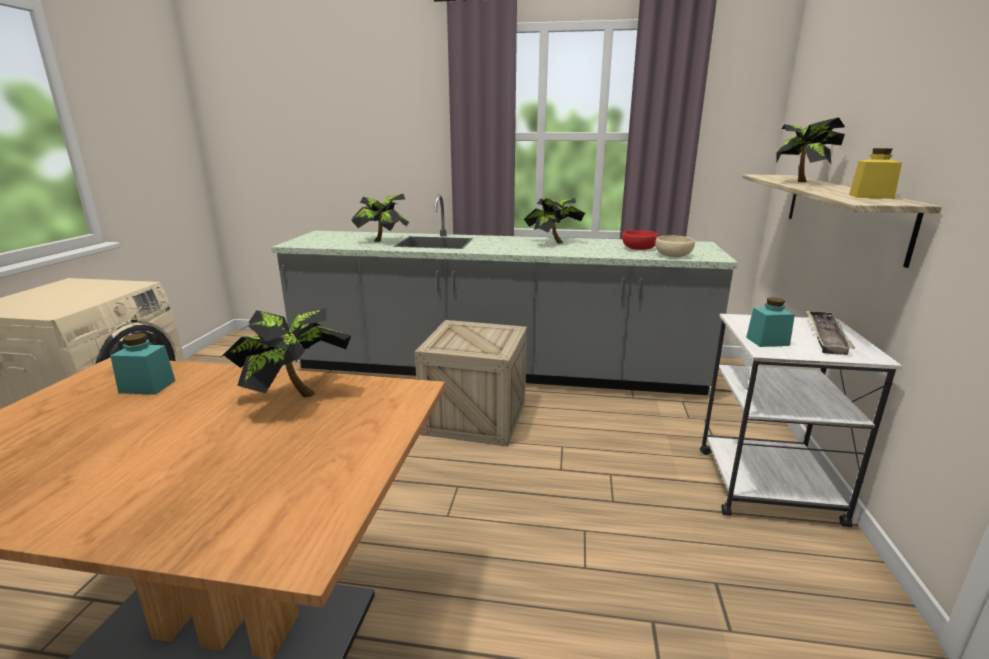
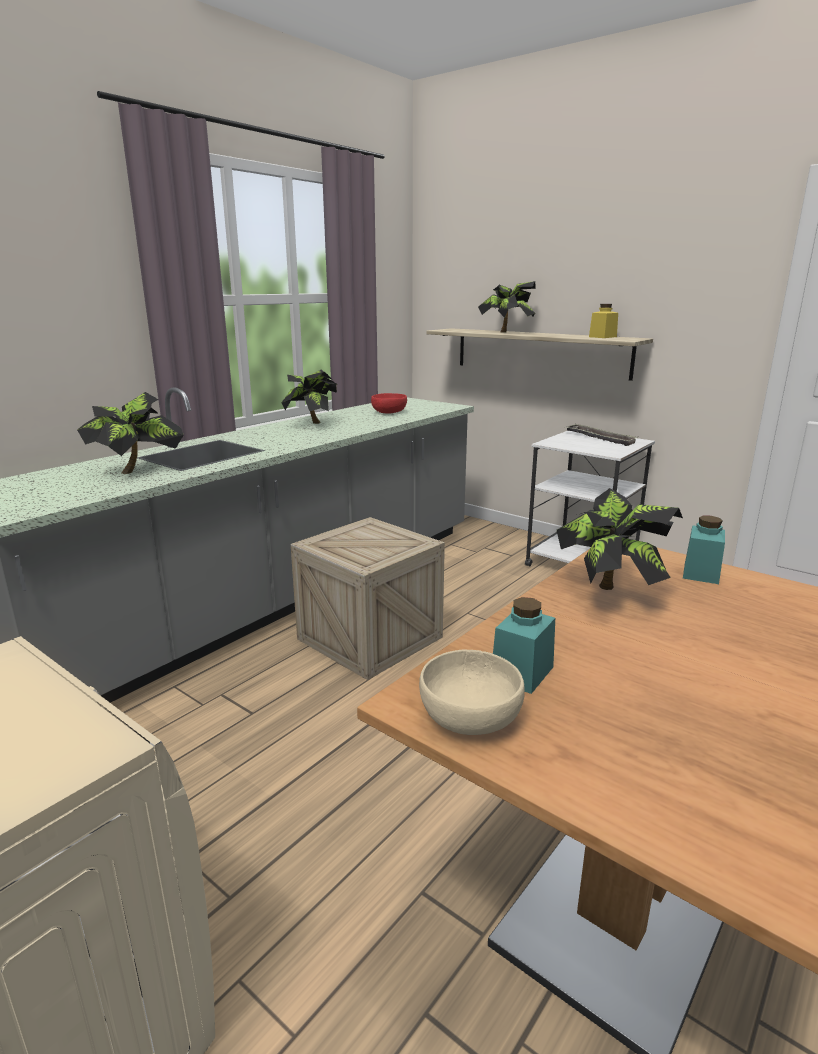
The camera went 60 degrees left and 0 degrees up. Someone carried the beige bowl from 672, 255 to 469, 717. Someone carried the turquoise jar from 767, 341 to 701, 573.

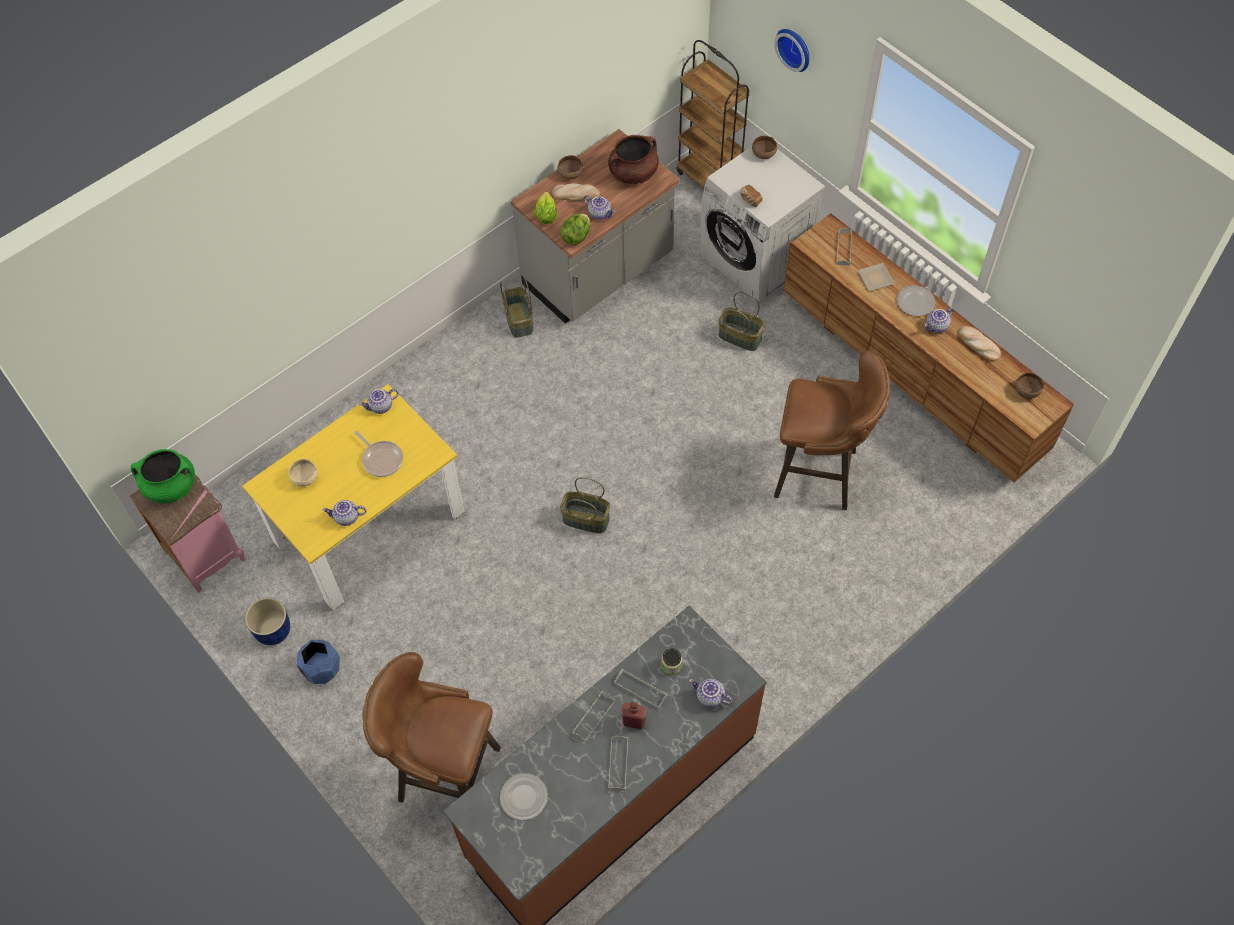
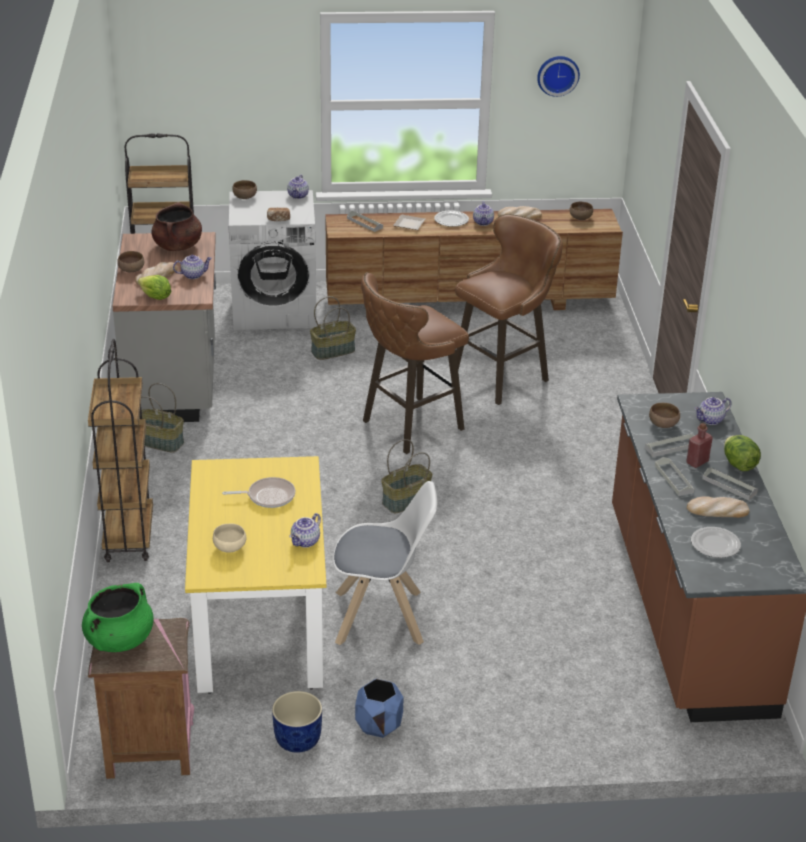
The camera went 55 degrees left and 25 degrees down. Someone carried the teapot from 381, 407 to 298, 196. Someone carried the brown stool from 444, 773 to 409, 426. Someone carried the lettuce from 576, 237 to 739, 464. Someone swapped the jar at 671, 665 for the brown bowl at 663, 424. Someone carried the wall clock from 795, 48 to 557, 74. Someone put down the brown cart at 128, 538. Someone put down the chair at 382, 618. Someone put down the bread at 717, 511.

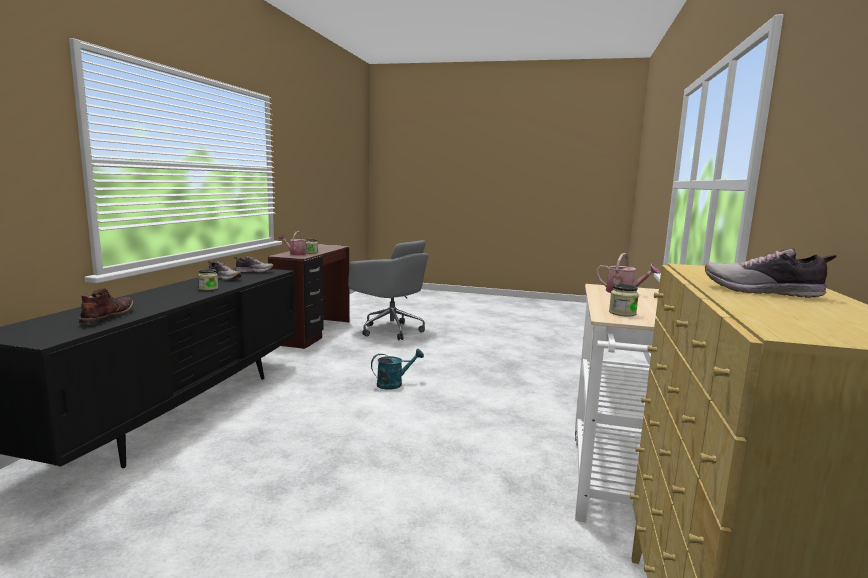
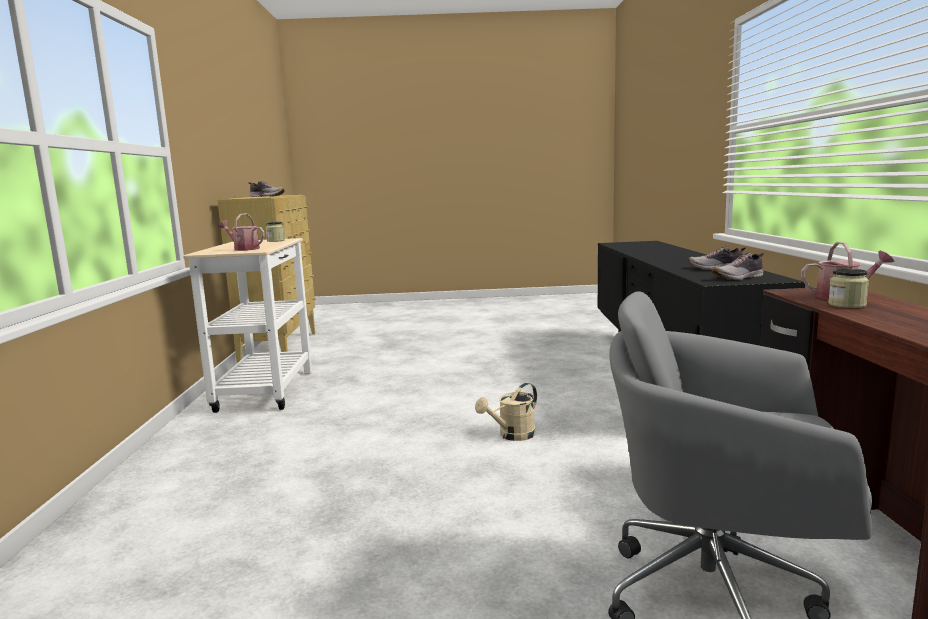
The camera went 165 degrees right and 0 degrees up. Someone took away the brown boot at 107, 317. Someone took away the jar at 208, 288. Someone repainted the turquoise watering can at 394, 384, which became the beige watering can at 512, 436.

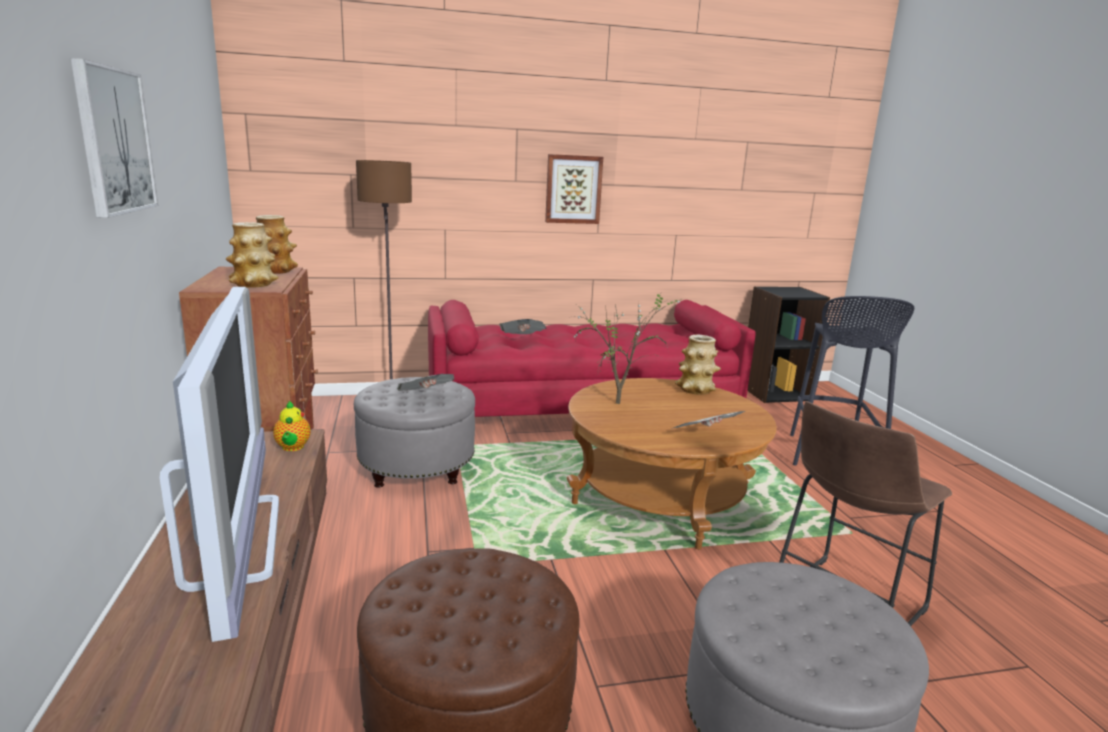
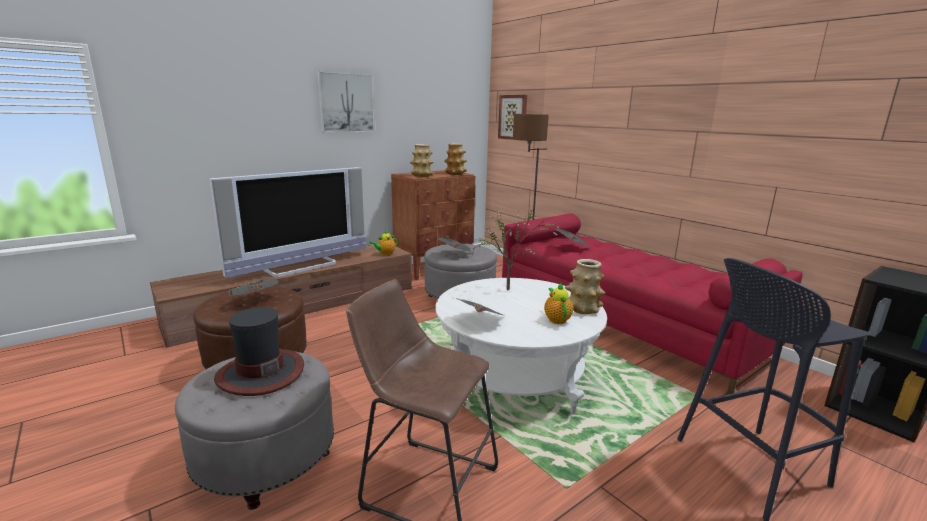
The camera went 65 degrees right and 0 degrees up. Someone carried the picture from 573, 189 to 513, 117. Someone repainted the brown coffee table at 661, 497, which became the white coffee table at 515, 376. Someone put down the hat at 260, 373. Someone put down the newspaper at 255, 300. Someone put down the teapot at 556, 319.

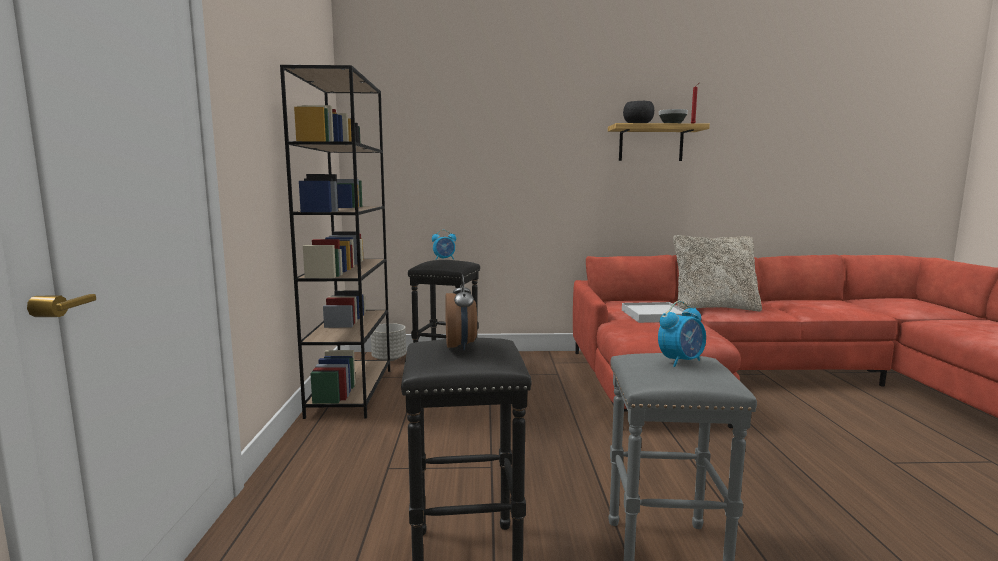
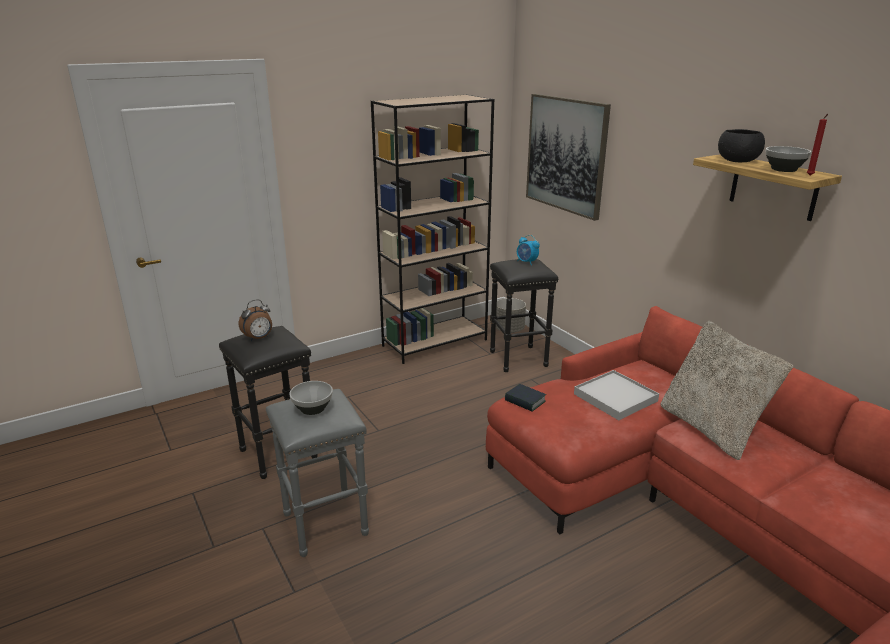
The camera went 60 degrees right and 15 degrees up. Someone swapped the alarm clock at 681, 361 for the bowl at 313, 408. Someone put down the book at 525, 401. Someone put up the picture at 566, 155.

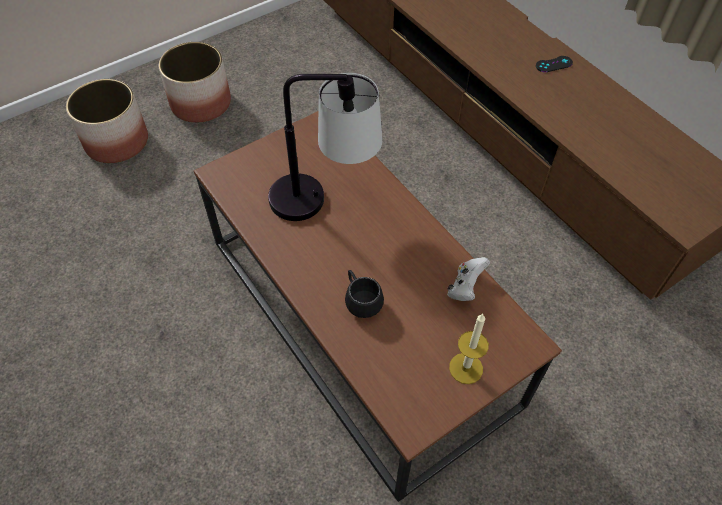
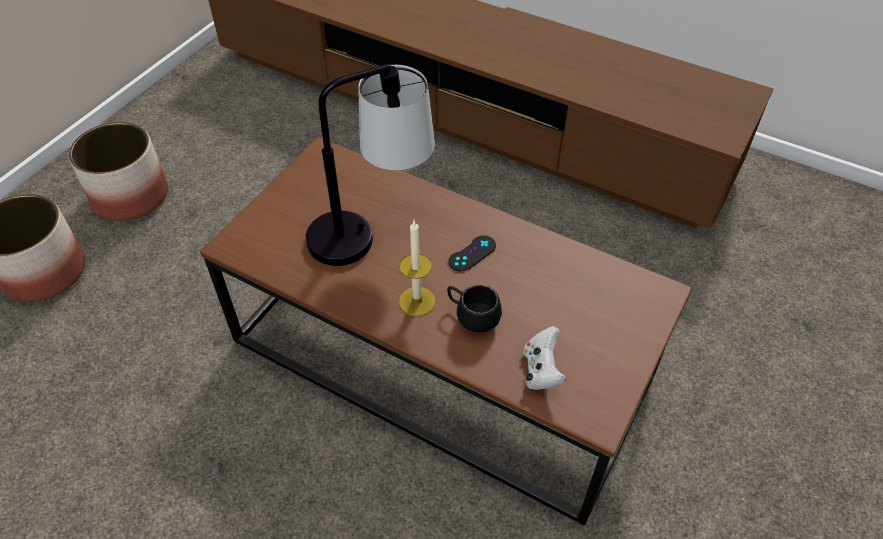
The camera went 25 degrees left and 5 degrees down. Someone carried the white game controller from 465, 287 to 541, 370. Someone carried the candle from 466, 368 to 417, 301. Someone carried the black game controller from 554, 64 to 472, 253.

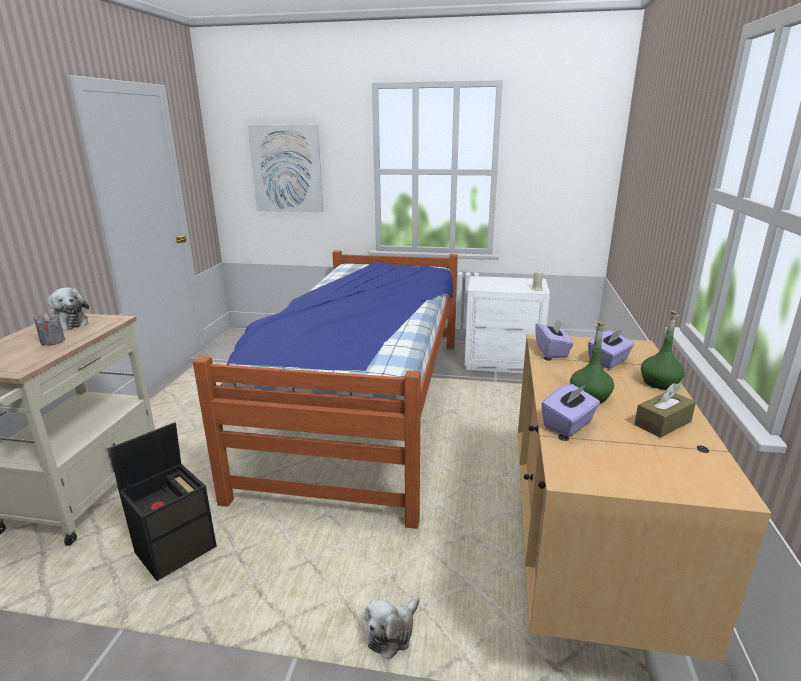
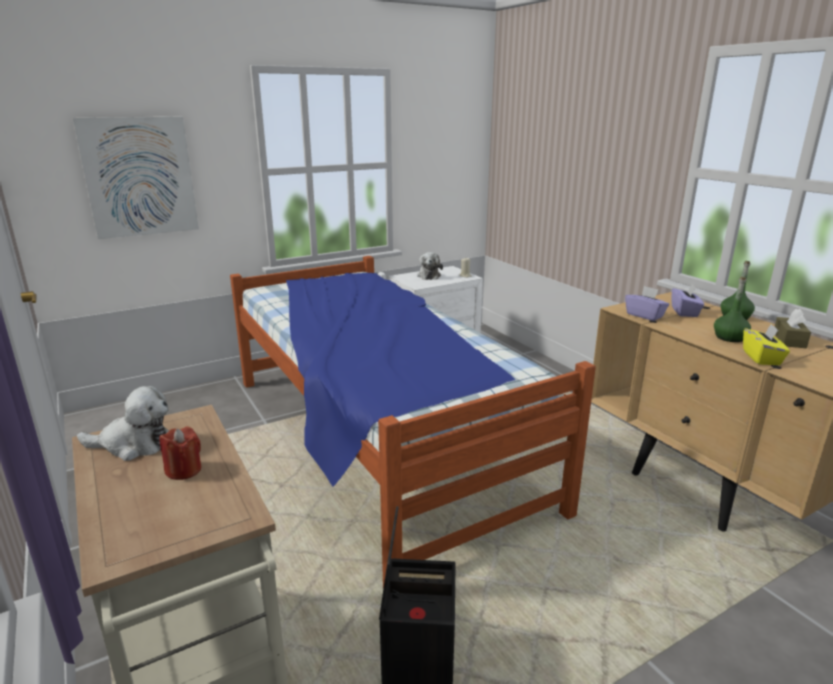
The camera went 40 degrees left and 0 degrees up. Someone repainted the grey candle at 53, 341, which became the red candle at 184, 470. Someone carried the plush toy from 392, 633 to 429, 276. Someone repainted the purple tissue box at 568, 424, which became the yellow tissue box at 762, 358.

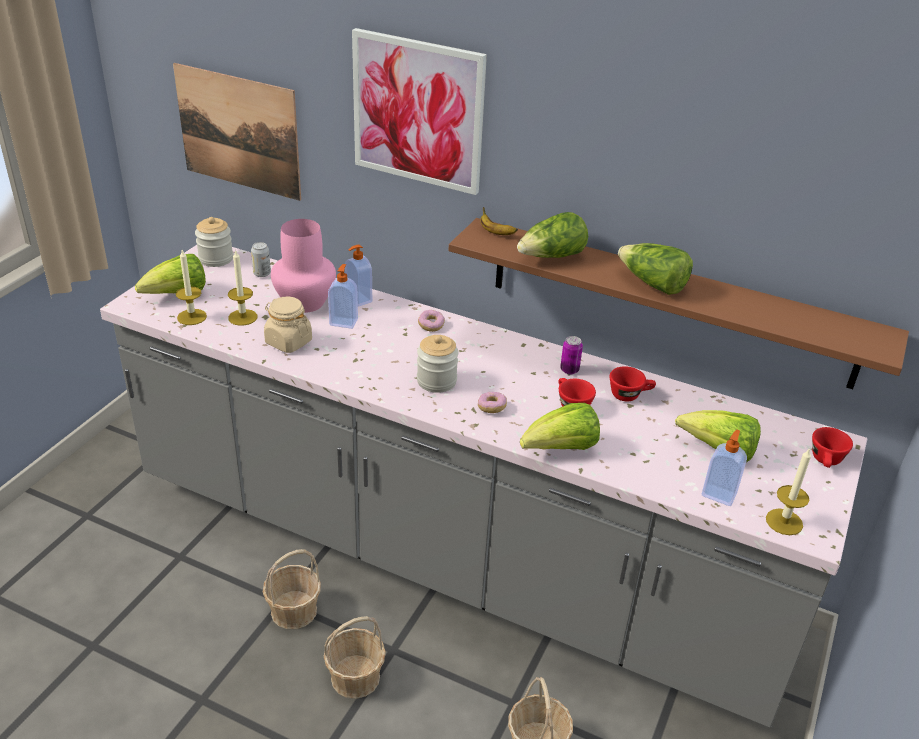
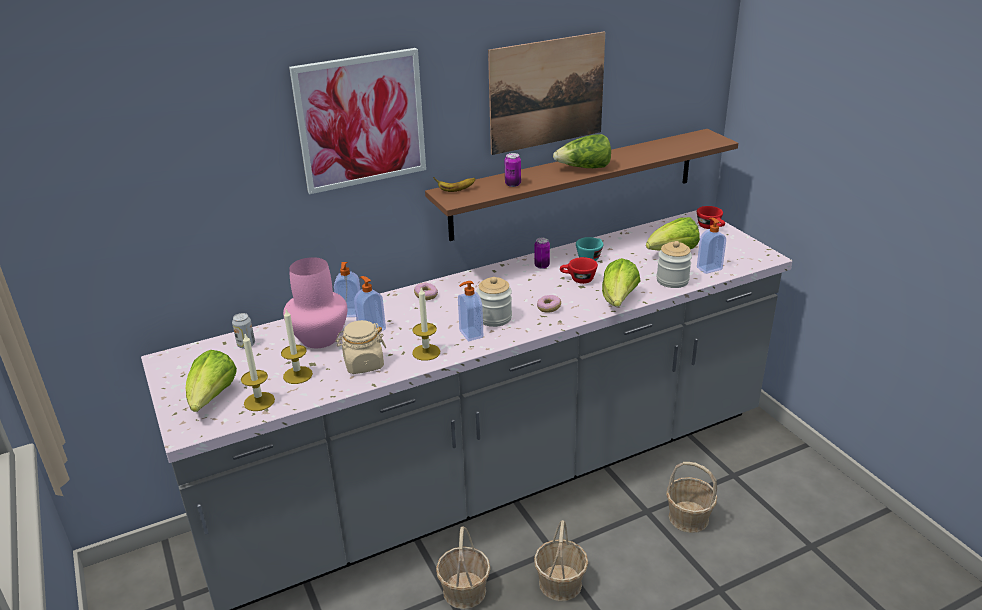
The camera went 50 degrees left and 5 degrees down. Someone carried the picture from 238, 131 to 547, 93. Someone carried the jar from 216, 259 to 672, 280. Someone swapped the lettuce at 552, 257 for the can at 513, 184. Someone repainted the red cup at 630, 395, which became the turquoise cup at 590, 257. Someone carried the candle from 784, 522 to 426, 352. Someone put down the soap dispenser at 470, 334.

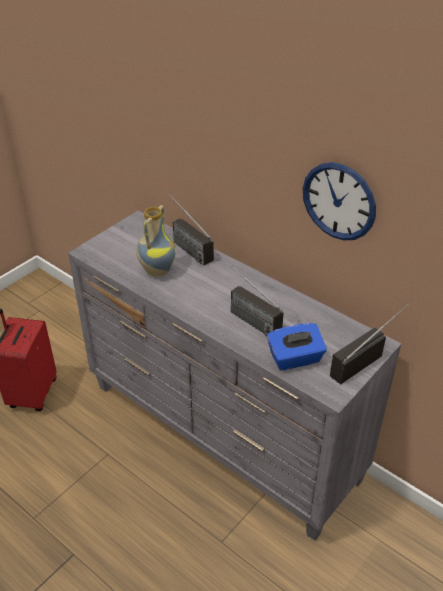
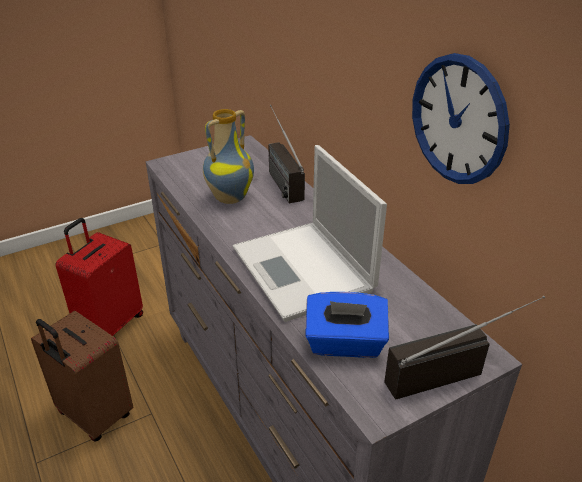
The camera went 20 degrees right and 5 degrees down. Someone swapped the radio at 243, 315 for the laptop at 304, 270. Someone put down the brown suitcase at 93, 416.

